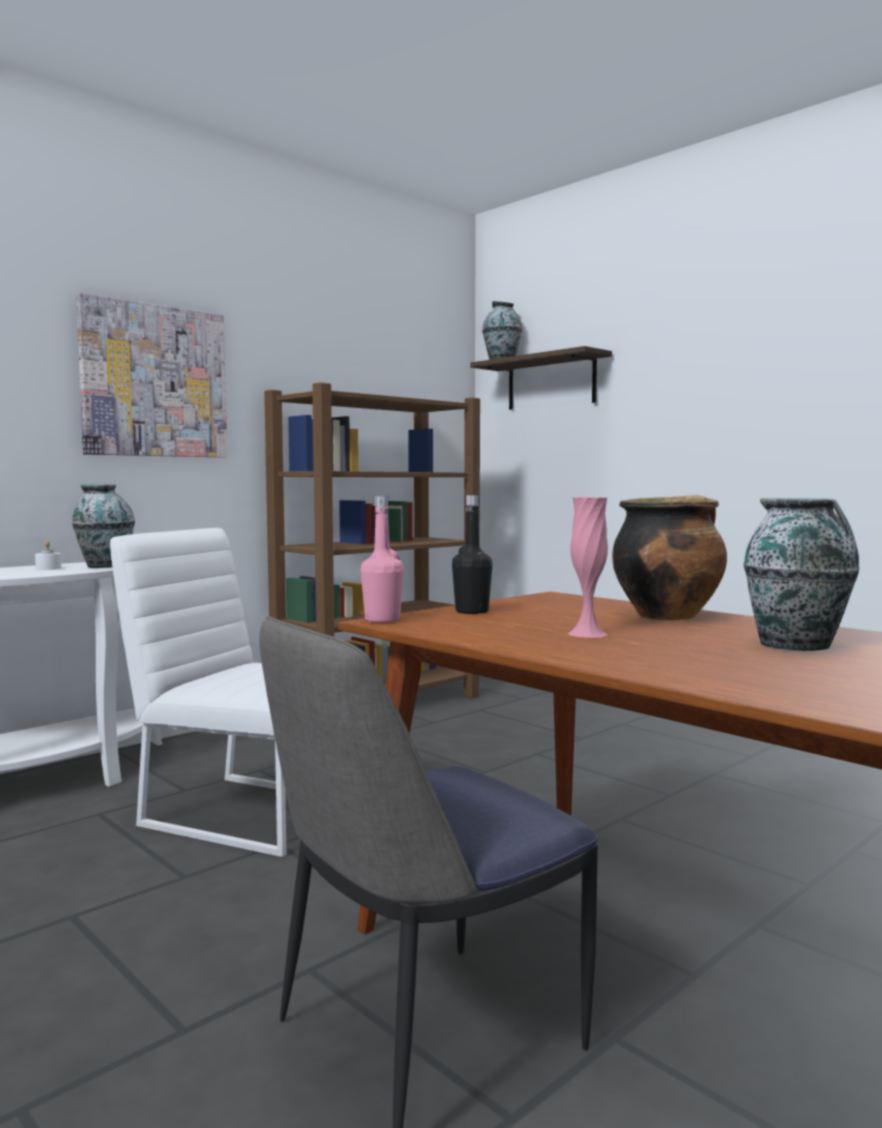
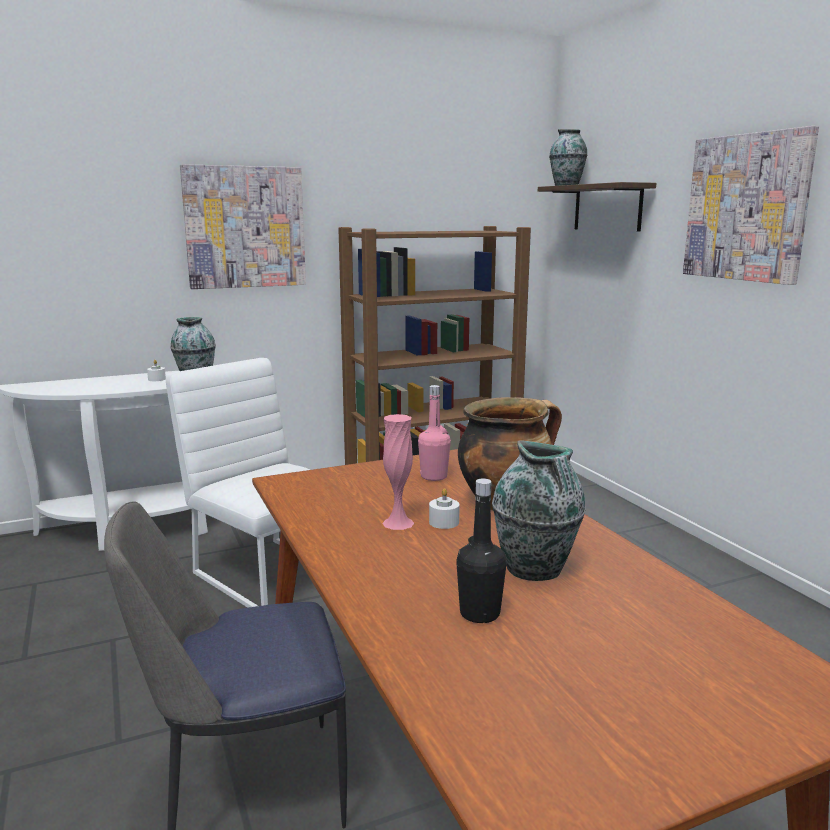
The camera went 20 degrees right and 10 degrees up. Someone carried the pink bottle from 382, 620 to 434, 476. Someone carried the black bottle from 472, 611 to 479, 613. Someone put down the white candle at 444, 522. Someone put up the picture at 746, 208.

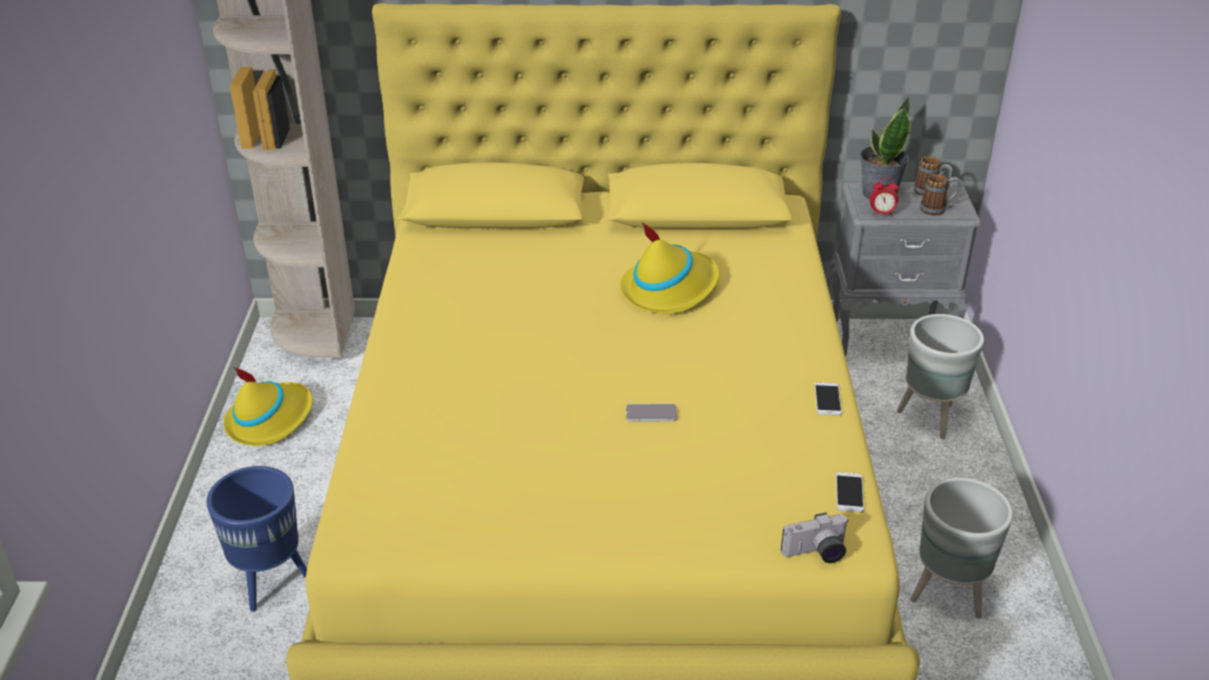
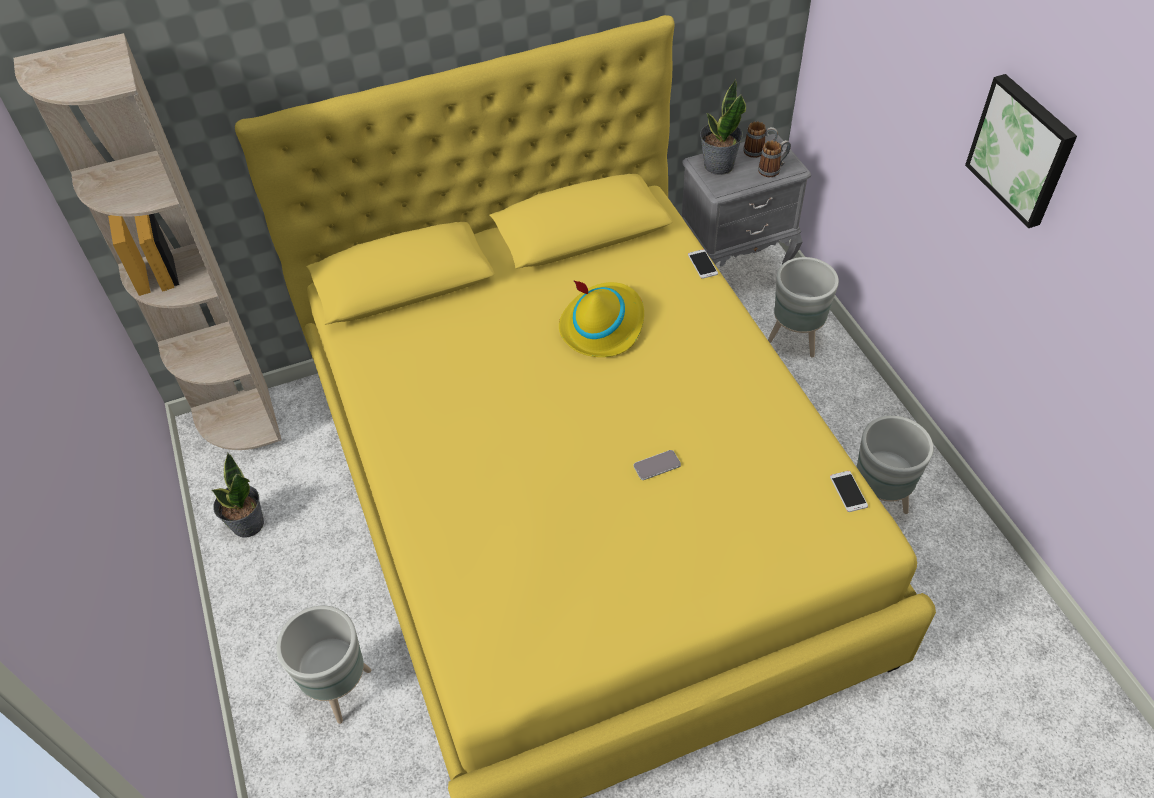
The camera went 20 degrees left and 15 degrees up. Someone repainted the blue planter at 270, 582, which became the grey planter at 340, 688. Someone swapped the yellow hat at 270, 419 for the potted plant at 247, 524. Someone took away the photo camera at 816, 554. Someone carried the phone from 827, 399 to 702, 264. Someone took away the alarm clock at 882, 214. Someone put up the picture at 1022, 150.

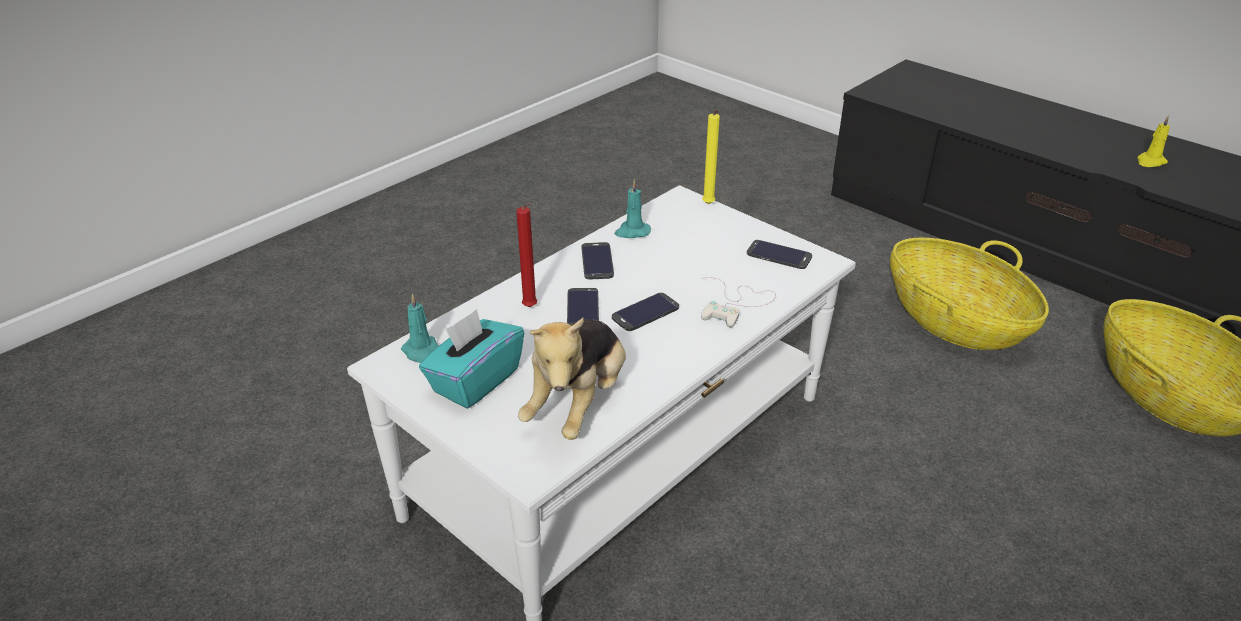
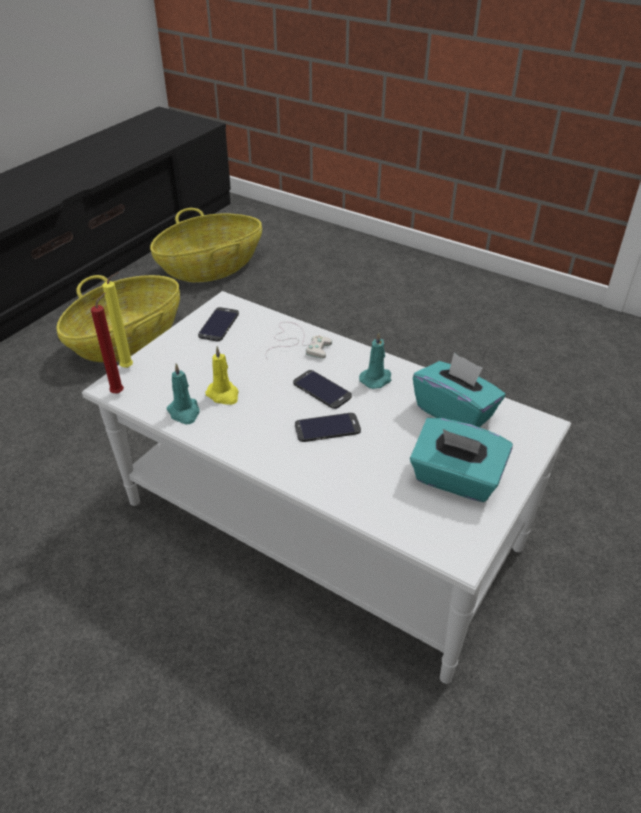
The camera went 100 degrees left and 5 degrees up. Someone carried the turquoise candle from 422, 352 to 376, 379. Someone carried the red candle from 531, 308 to 119, 392. Someone swapped the plush toy at 578, 403 for the turquoise tissue box at 455, 412. Someone took away the phone at 597, 261. Someone carried the yellow candle from 1150, 162 to 223, 395.

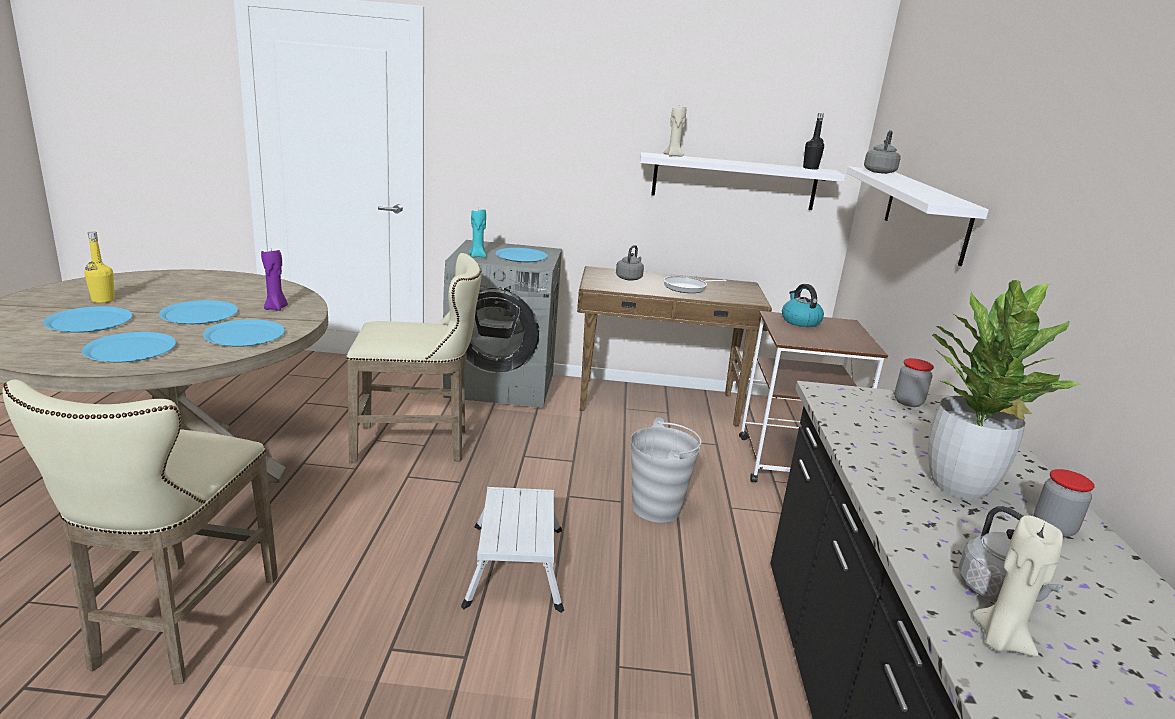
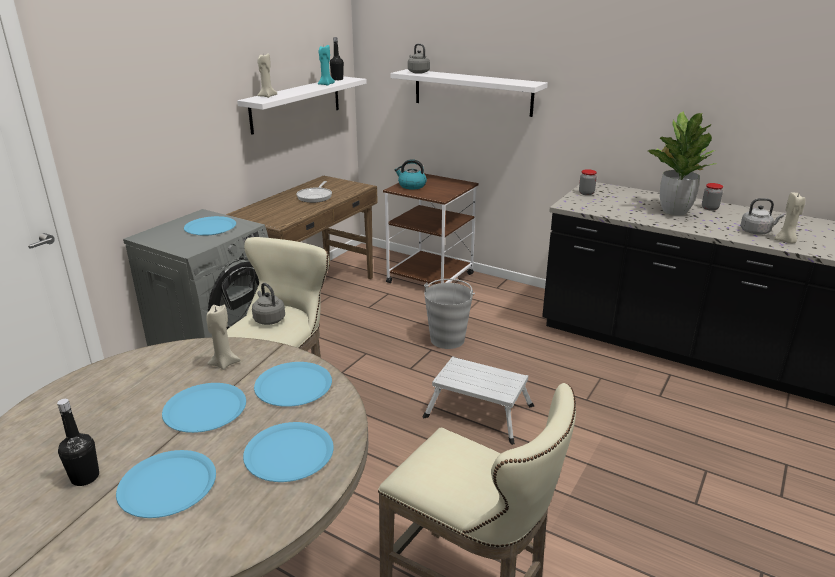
The camera went 60 degrees left and 5 degrees up. Someone repainted the yellow bottle at 103, 300, which became the black bottle at 85, 477. Someone repainted the purple candle at 276, 308, which became the beige candle at 224, 363. Someone carried the turquoise candle from 477, 256 to 325, 84. Someone carried the grey kettle from 629, 278 to 268, 319.

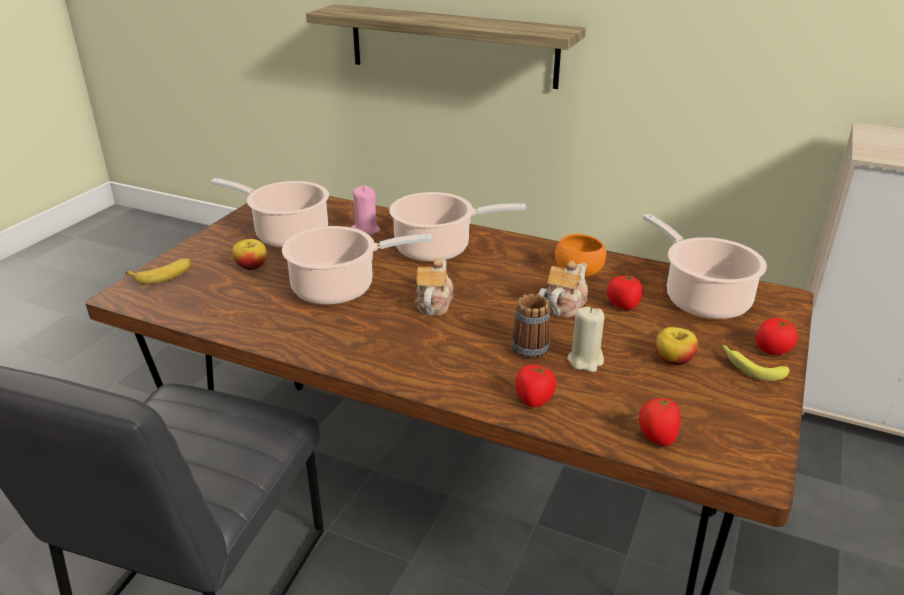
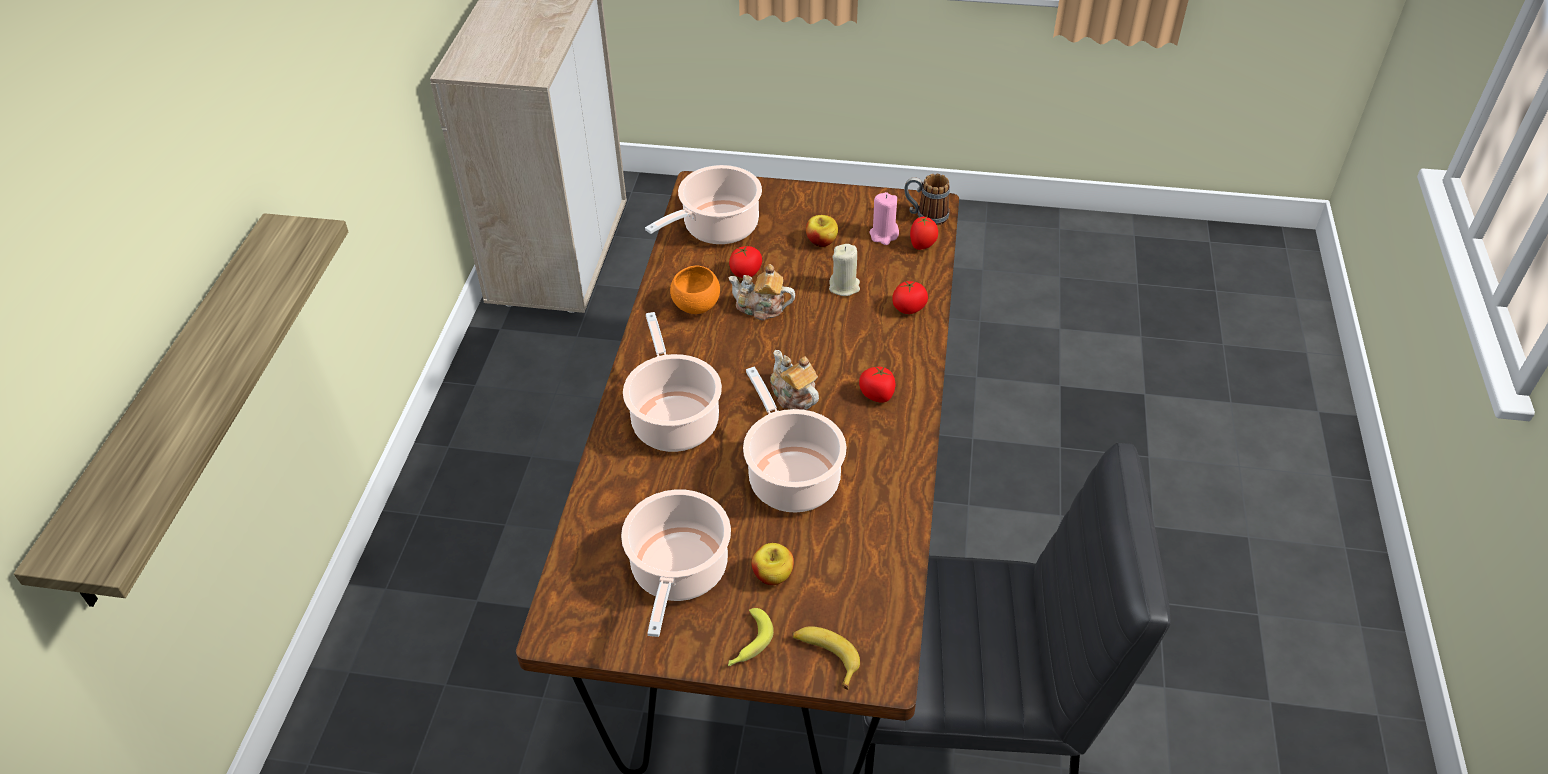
The camera went 105 degrees left and 15 degrees up. Someone carried the pink candle from 365, 230 to 884, 235. Someone rotated the teapot at 433, 303 by 60 degrees clockwise. Someone carried the mug from 533, 343 to 925, 215. Someone carried the banana from 750, 366 to 748, 643. Someone carried the tomato from 773, 349 to 877, 394.

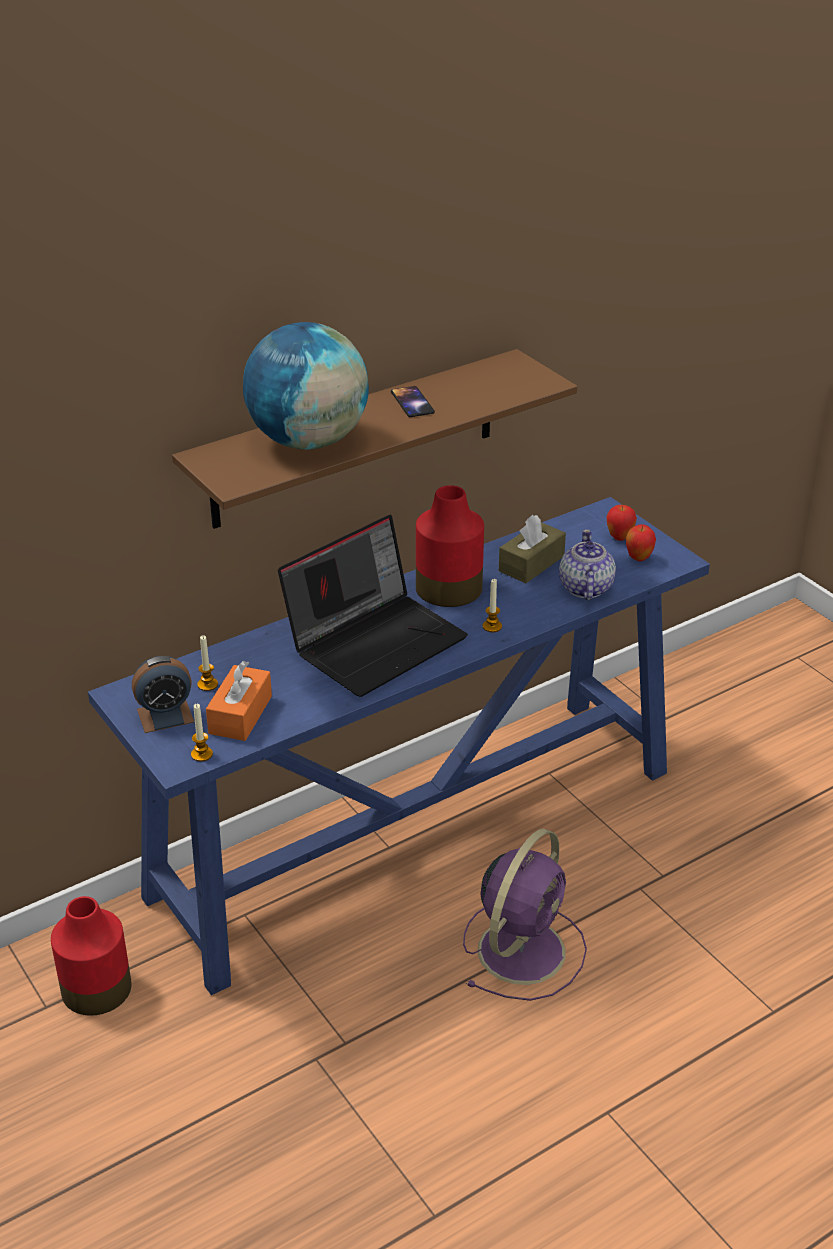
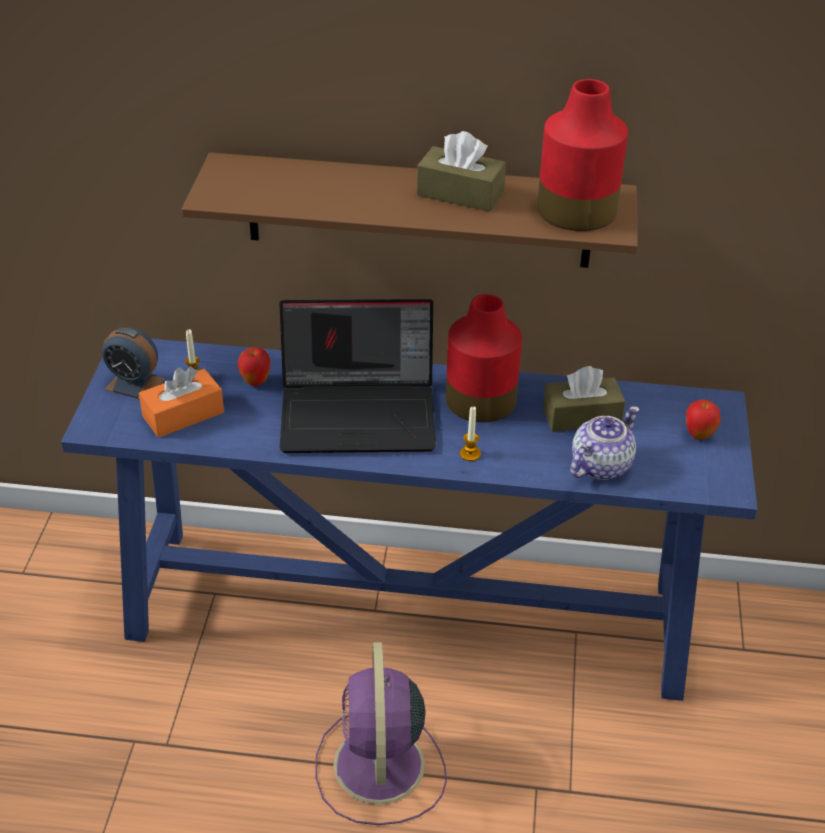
The camera went 40 degrees right and 5 degrees up. Someone carried the red vase from 97, 987 to 577, 209. Someone took away the candle at 201, 754. Someone took away the globe at 308, 441. Someone swapped the phone at 412, 402 for the brown tissue box at 460, 193. Someone rotated the purple fan at 523, 948 by 105 degrees clockwise. Someone carried the apple from 638, 558 to 255, 382.

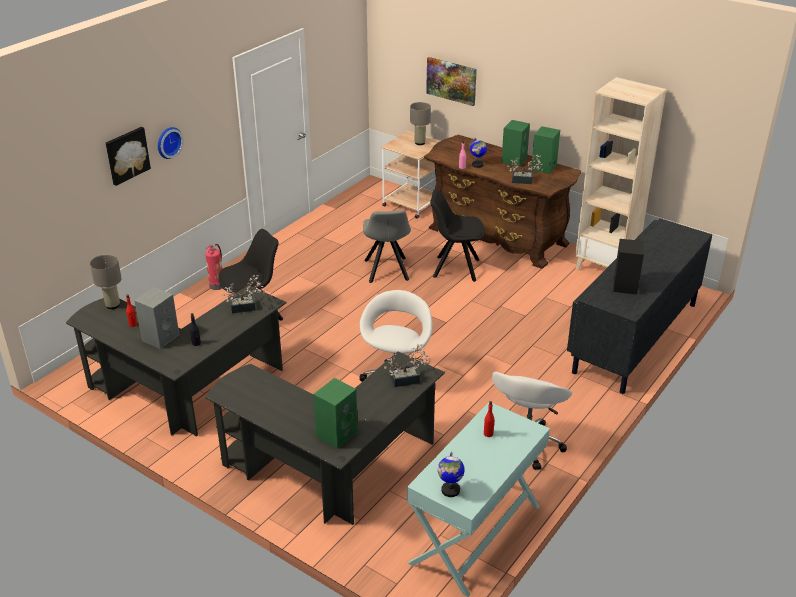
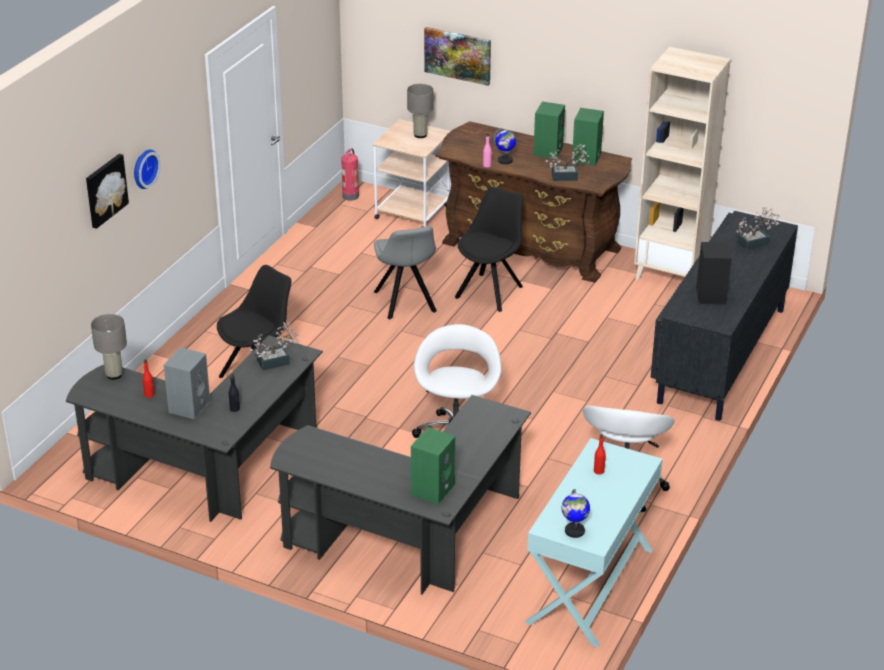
The camera went 10 degrees left and 0 degrees up. Someone carried the fire extinguisher from 217, 285 to 350, 195. Someone carried the potted plant from 408, 379 to 756, 243. Someone rotated the black chair at 455, 268 by 120 degrees clockwise.

